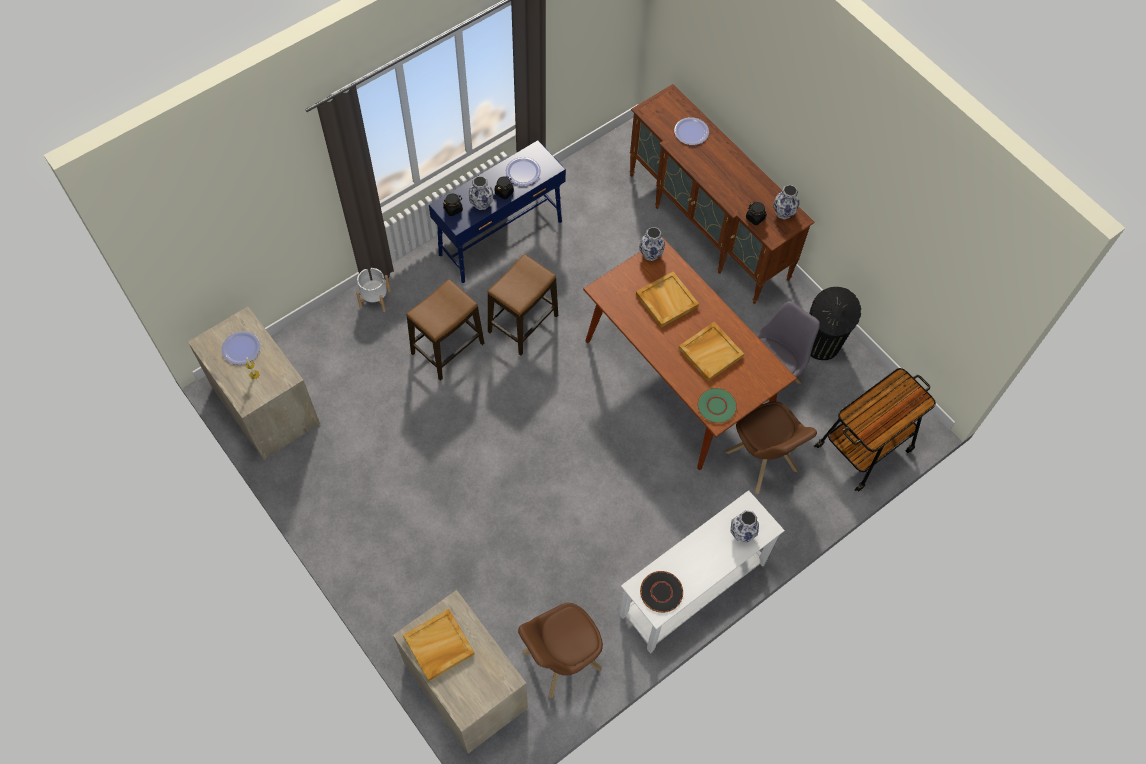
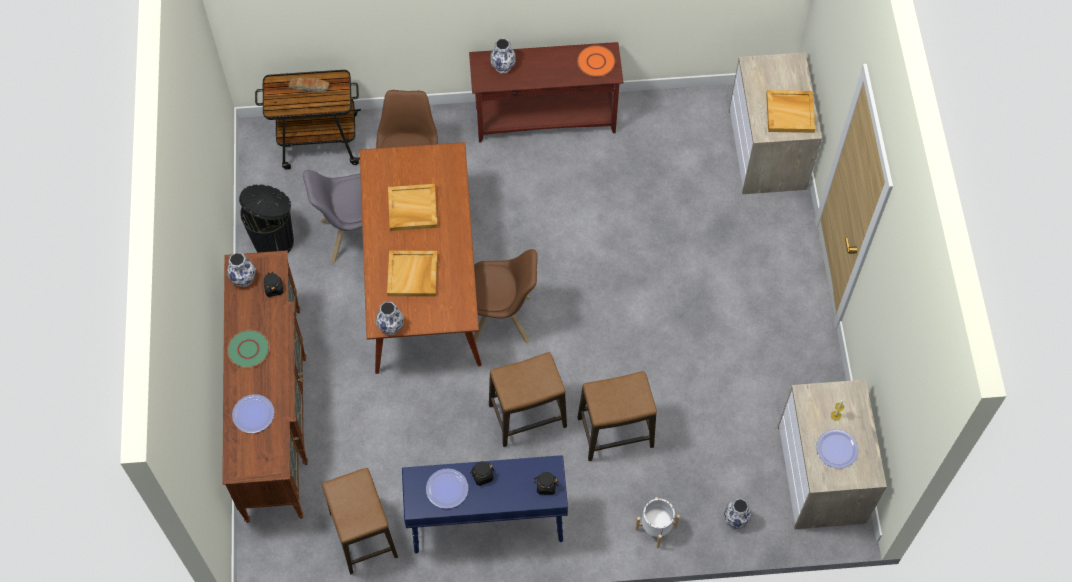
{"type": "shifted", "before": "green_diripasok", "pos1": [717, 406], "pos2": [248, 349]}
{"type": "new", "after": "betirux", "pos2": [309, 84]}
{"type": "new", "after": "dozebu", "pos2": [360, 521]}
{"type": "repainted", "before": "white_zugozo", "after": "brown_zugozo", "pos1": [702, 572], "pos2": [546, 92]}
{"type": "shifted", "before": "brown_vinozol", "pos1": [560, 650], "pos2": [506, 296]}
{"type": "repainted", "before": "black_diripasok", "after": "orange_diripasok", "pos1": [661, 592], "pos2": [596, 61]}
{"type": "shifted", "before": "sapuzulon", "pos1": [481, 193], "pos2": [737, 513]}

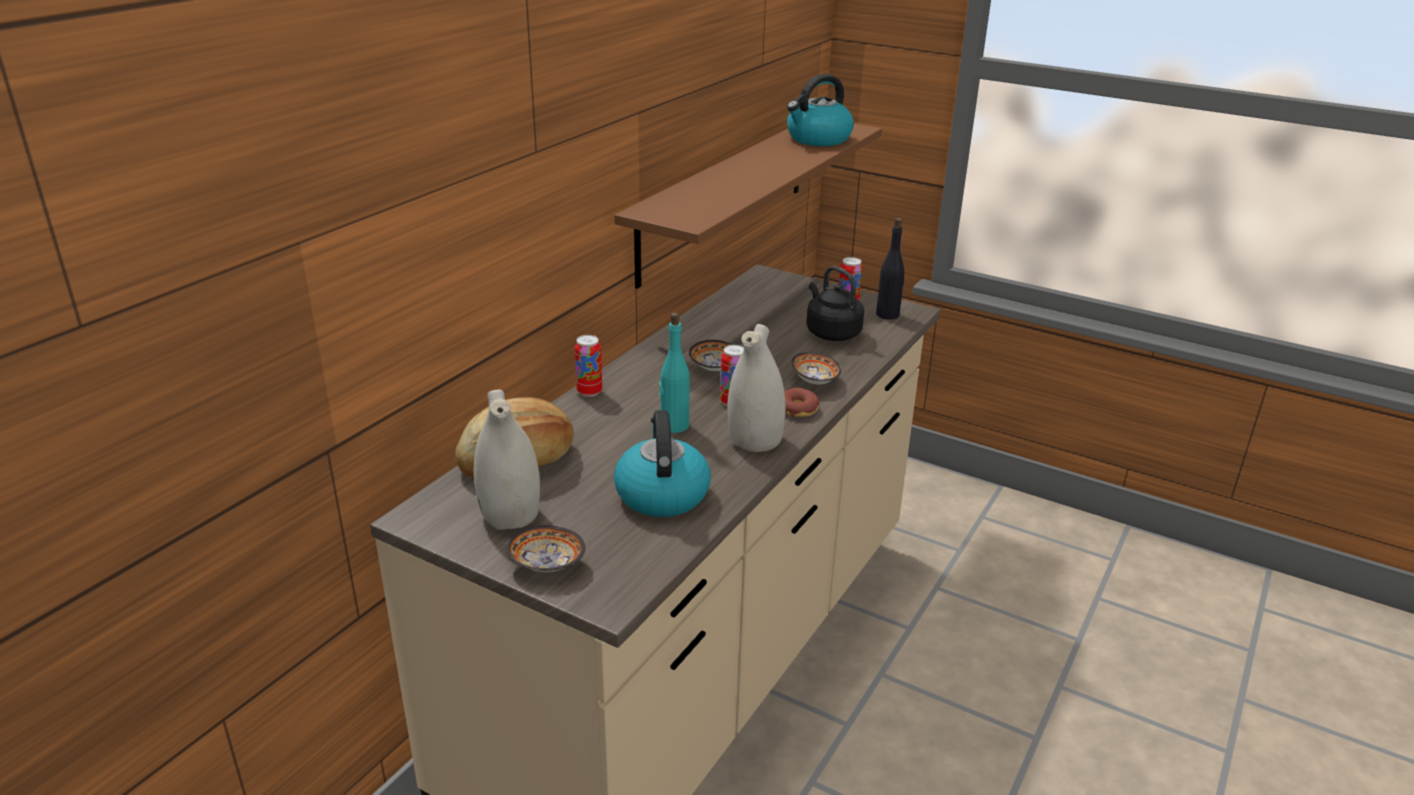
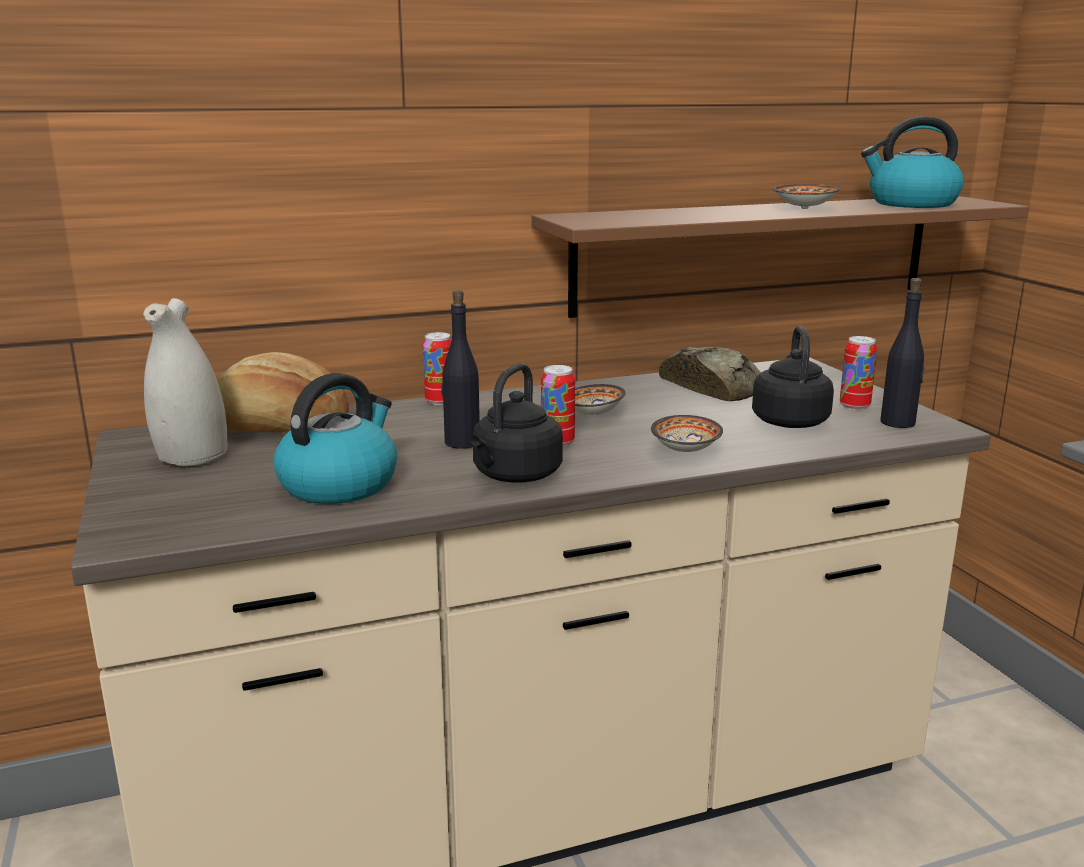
{"type": "repainted", "before": "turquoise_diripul", "after": "black_diripul", "pos1": [674, 373], "pos2": [460, 369]}
{"type": "swapped", "before": "white_sapuzulon", "after": "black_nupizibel", "pos1": [756, 388], "pos2": [516, 422]}
{"type": "new", "after": "betirux", "pos2": [710, 374]}
{"type": "shifted", "before": "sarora", "pos1": [545, 548], "pos2": [806, 196]}
{"type": "gone", "before": "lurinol", "pos1": [802, 403]}

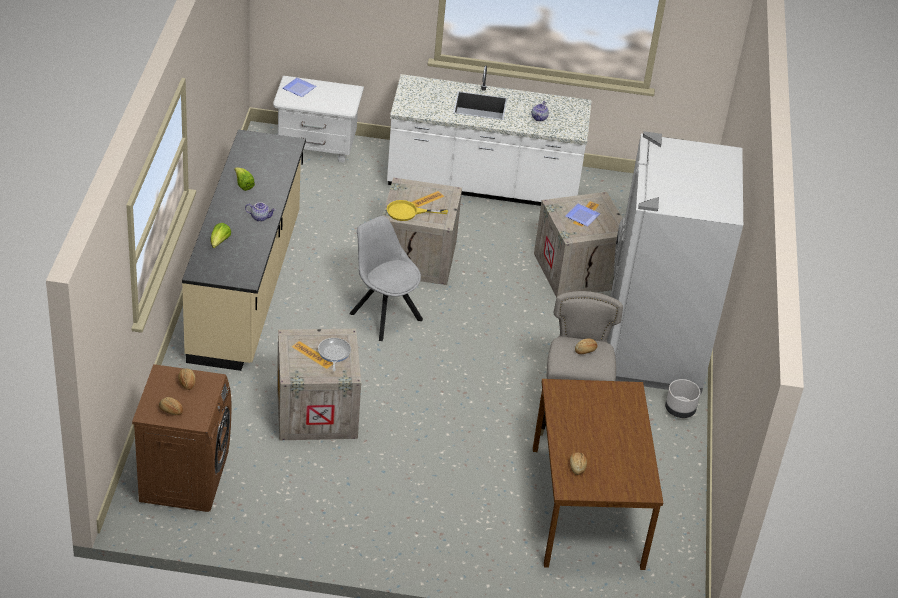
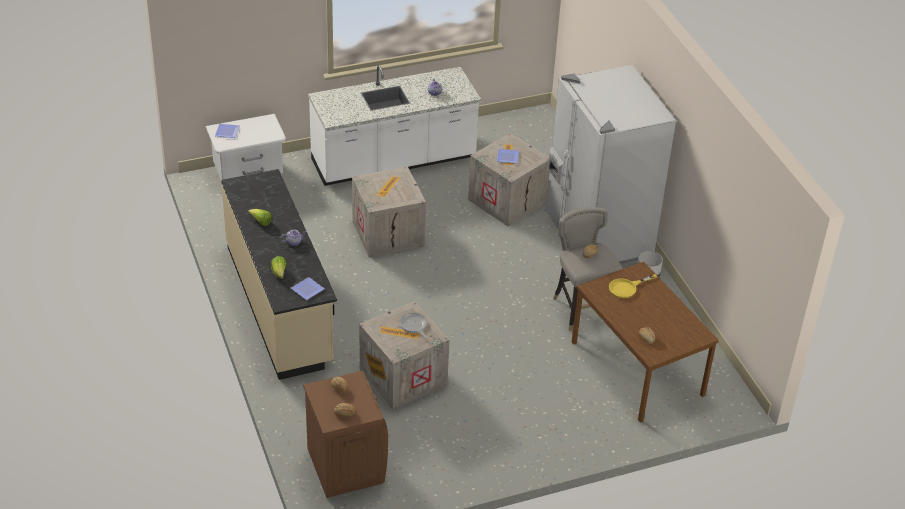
{"type": "new", "after": "diripasok", "pos2": [308, 288]}
{"type": "shifted", "before": "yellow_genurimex", "pos1": [417, 210], "pos2": [633, 286]}
{"type": "gone", "before": "grey_vinozol", "pos1": [386, 278]}

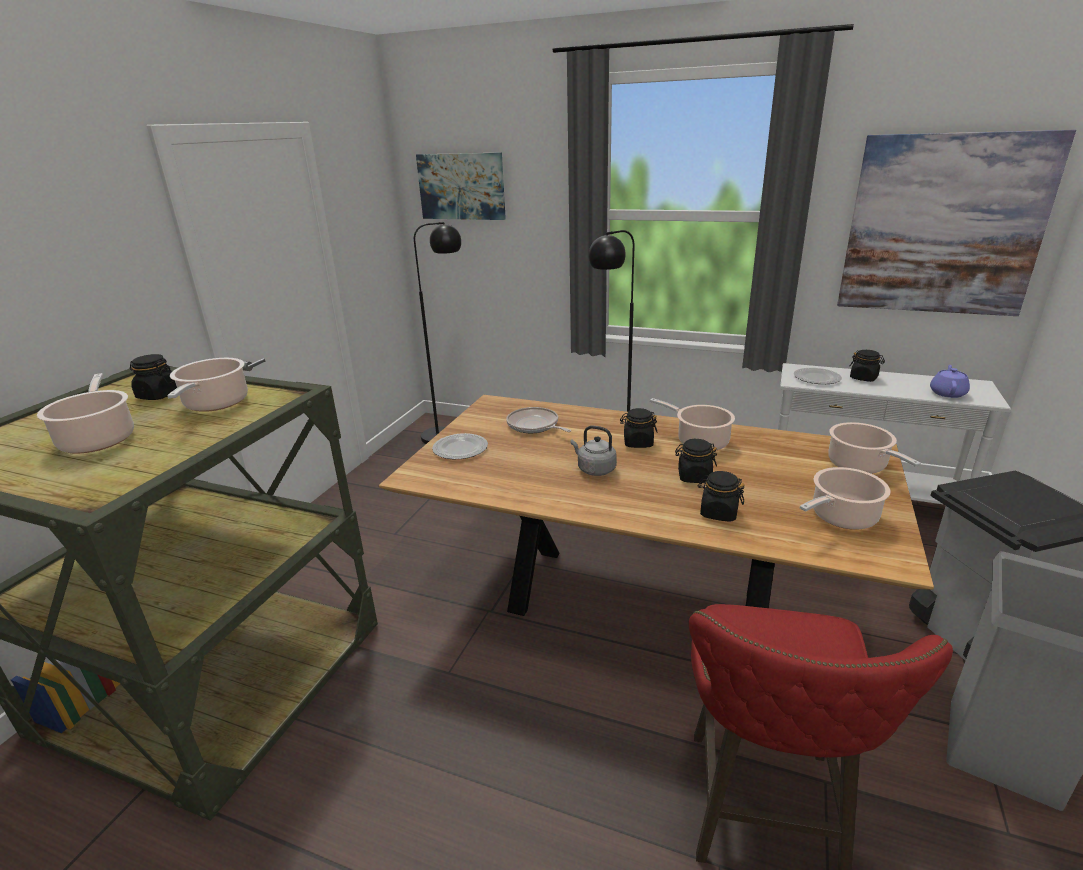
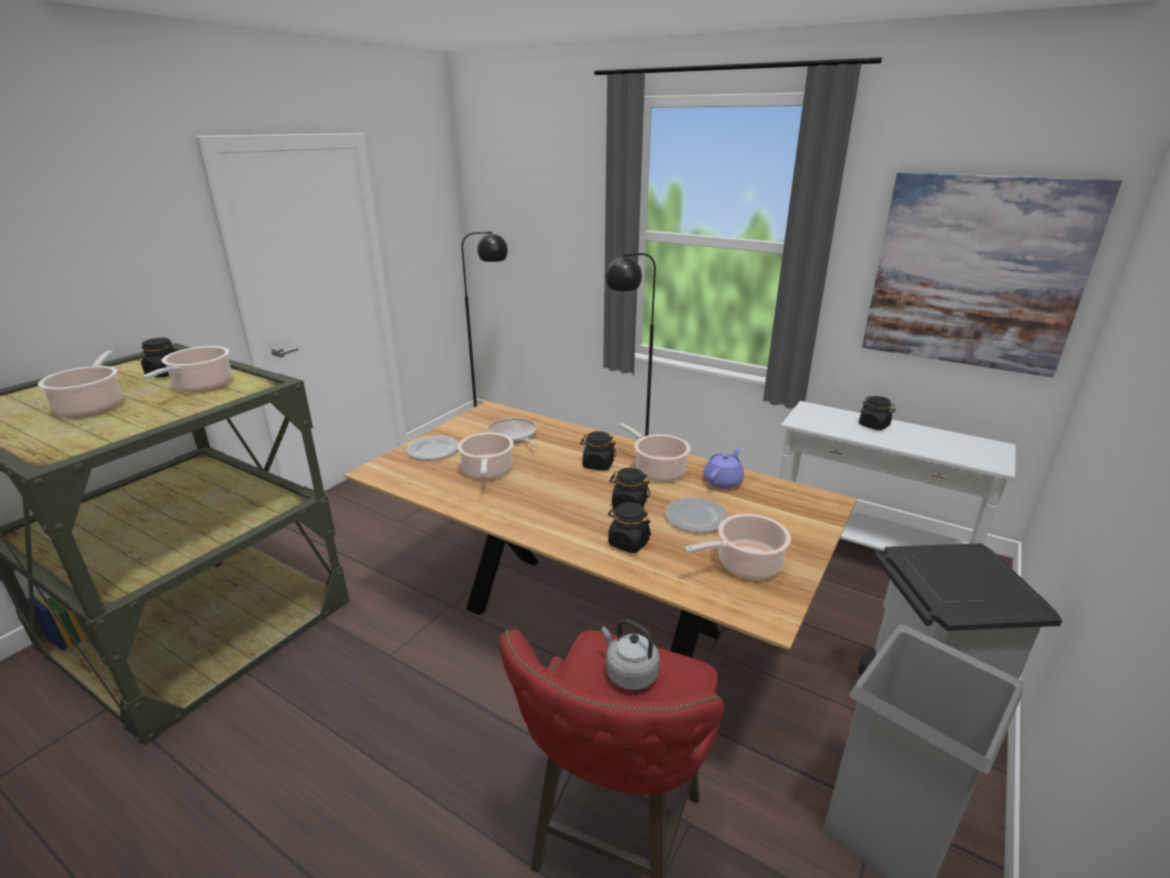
{"type": "shifted", "before": "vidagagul", "pos1": [874, 448], "pos2": [486, 456]}
{"type": "shifted", "before": "grey_nupizibel", "pos1": [594, 451], "pos2": [630, 654]}
{"type": "shifted", "before": "diripasok", "pos1": [817, 376], "pos2": [696, 515]}
{"type": "shifted", "before": "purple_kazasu", "pos1": [950, 381], "pos2": [723, 468]}
{"type": "gone", "before": "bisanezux", "pos1": [461, 186]}

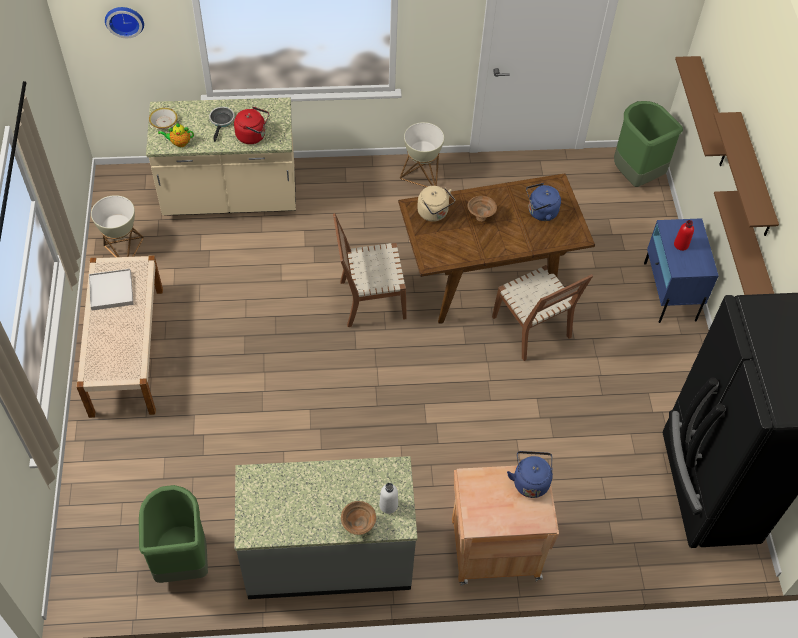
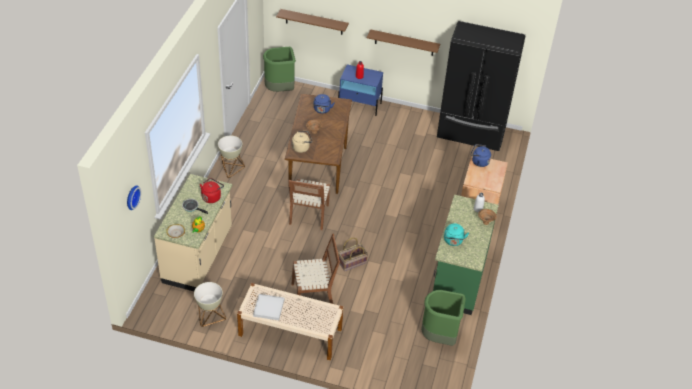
{"type": "shifted", "before": "vinozol", "pos1": [542, 313], "pos2": [315, 271]}
{"type": "new", "after": "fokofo", "pos2": [353, 254]}
{"type": "repainted", "before": "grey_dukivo", "after": "green_dukivo", "pos1": [326, 527], "pos2": [465, 255]}
{"type": "new", "after": "turquoise_nupizibel", "pos2": [456, 234]}
{"type": "gone", "before": "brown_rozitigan", "pos1": [746, 174]}

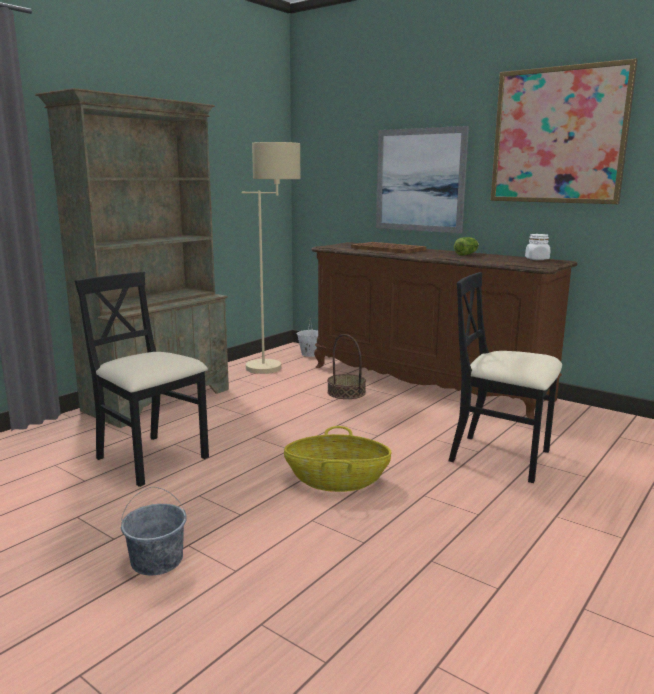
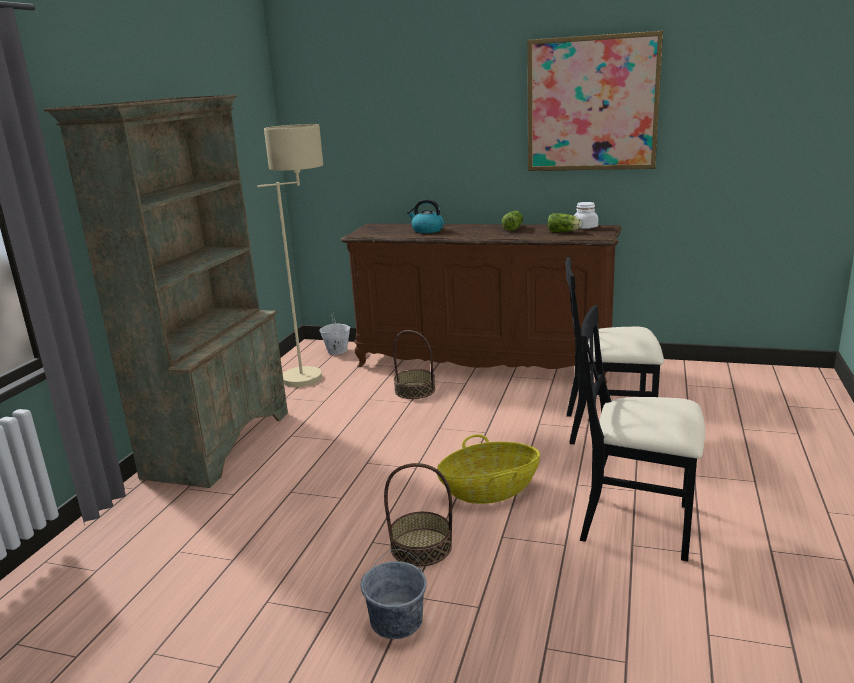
{"type": "new", "after": "fokofo", "pos2": [418, 515]}
{"type": "swapped", "before": "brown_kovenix", "after": "nupizibel", "pos1": [388, 248], "pos2": [425, 216]}
{"type": "new", "after": "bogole", "pos2": [564, 222]}
{"type": "shifted", "before": "black_vinozol", "pos1": [142, 379], "pos2": [642, 433]}
{"type": "gone", "before": "bisanezux", "pos1": [422, 179]}

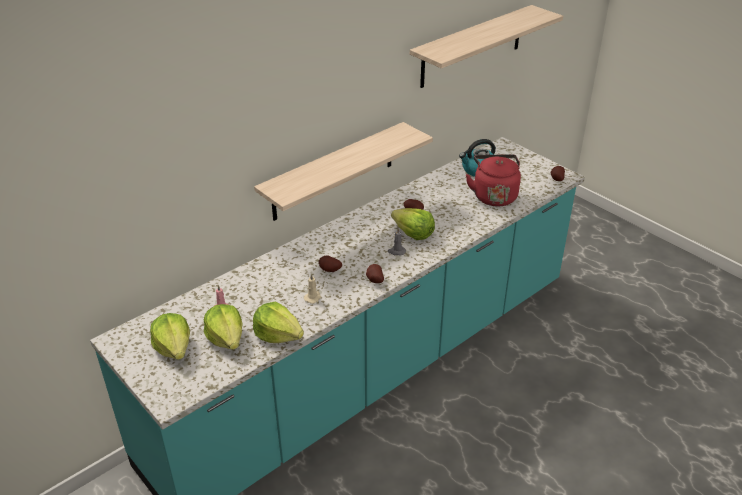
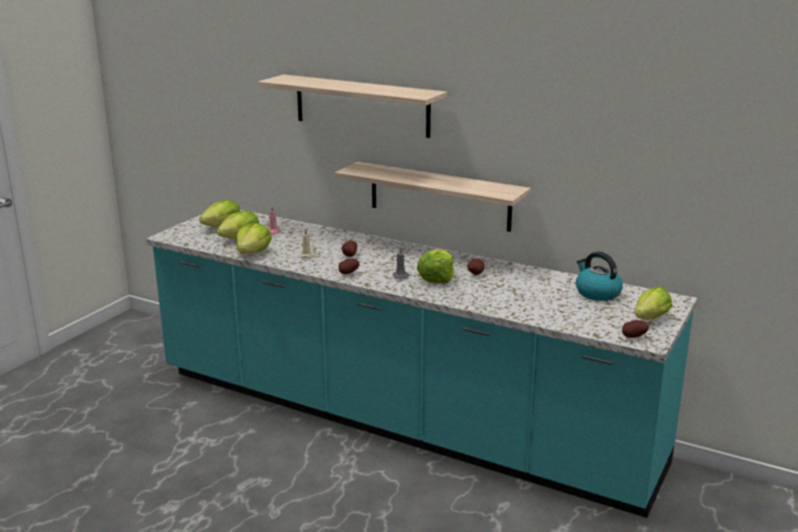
{"type": "shifted", "before": "rozitigan", "pos1": [486, 46], "pos2": [352, 106]}
{"type": "new", "after": "bogole", "pos2": [653, 303]}
{"type": "gone", "before": "red_nupizibel", "pos1": [493, 180]}

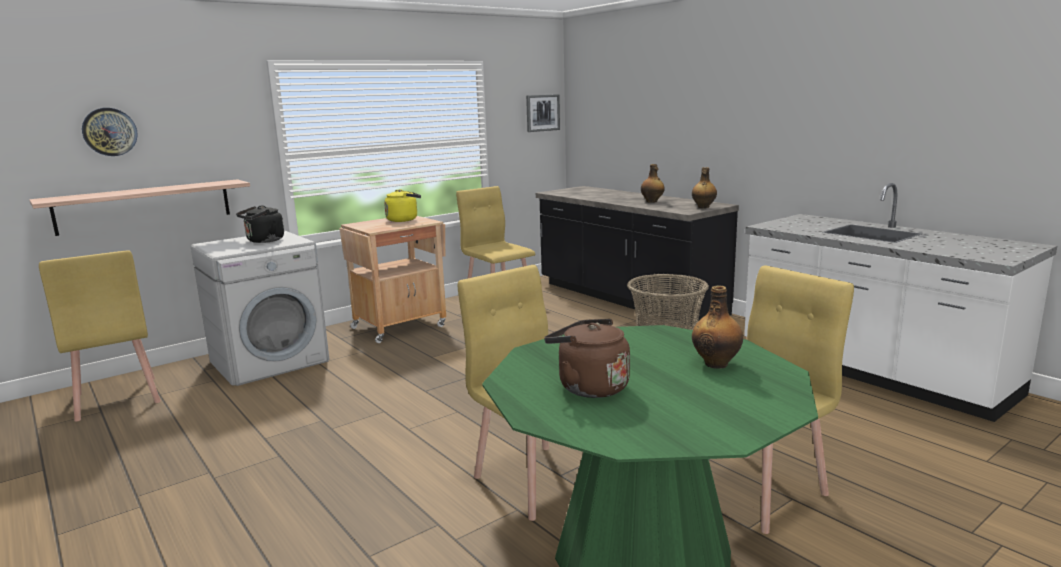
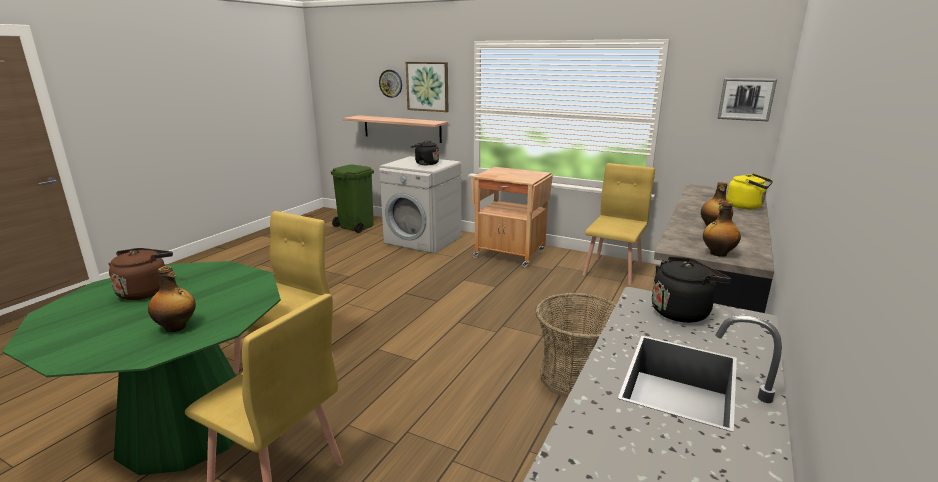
{"type": "swapped", "before": "yellow_vinozol", "after": "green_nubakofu", "pos1": [100, 336], "pos2": [352, 199]}
{"type": "new", "after": "bisanezux", "pos2": [427, 87]}
{"type": "new", "after": "black_nupizibel", "pos2": [691, 289]}
{"type": "shifted", "before": "yellow_nupizibel", "pos1": [402, 205], "pos2": [750, 191]}

